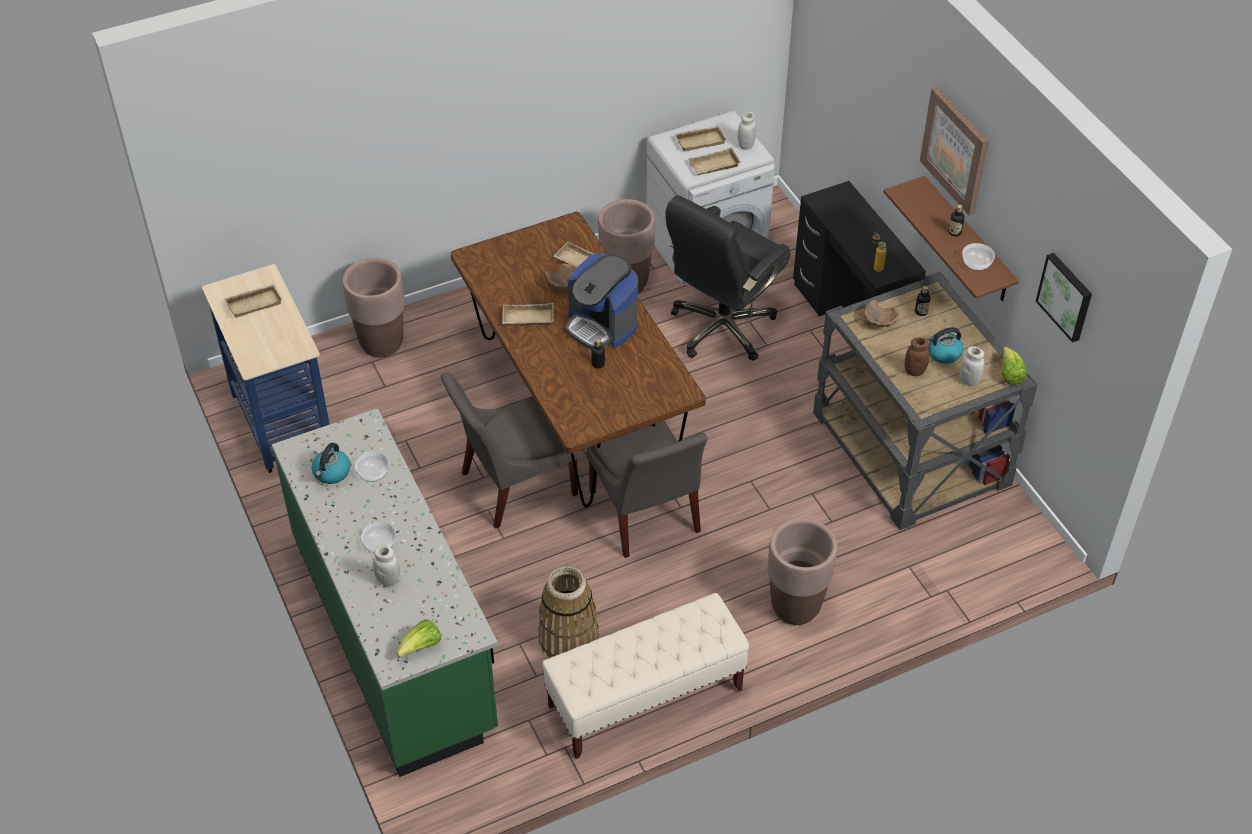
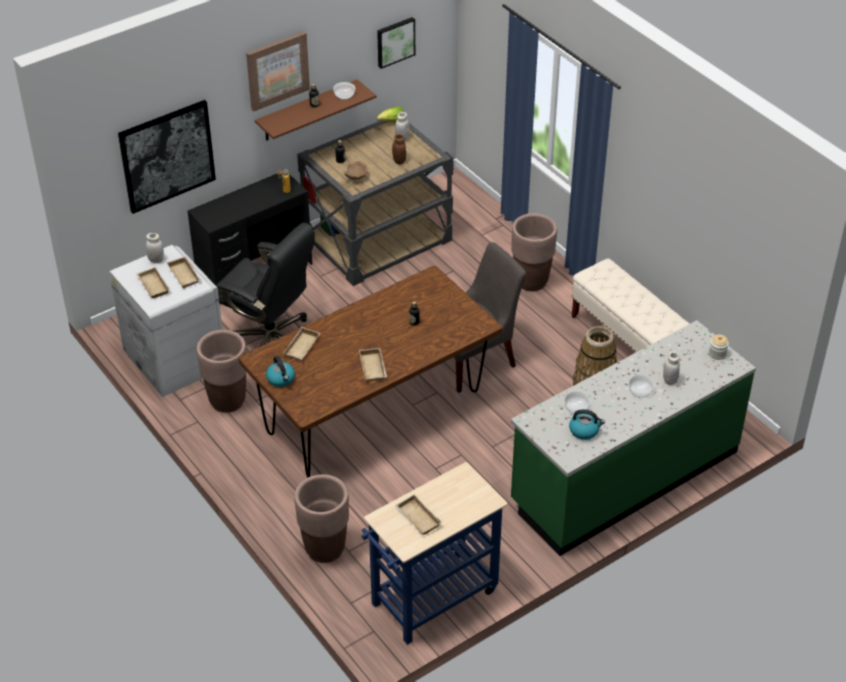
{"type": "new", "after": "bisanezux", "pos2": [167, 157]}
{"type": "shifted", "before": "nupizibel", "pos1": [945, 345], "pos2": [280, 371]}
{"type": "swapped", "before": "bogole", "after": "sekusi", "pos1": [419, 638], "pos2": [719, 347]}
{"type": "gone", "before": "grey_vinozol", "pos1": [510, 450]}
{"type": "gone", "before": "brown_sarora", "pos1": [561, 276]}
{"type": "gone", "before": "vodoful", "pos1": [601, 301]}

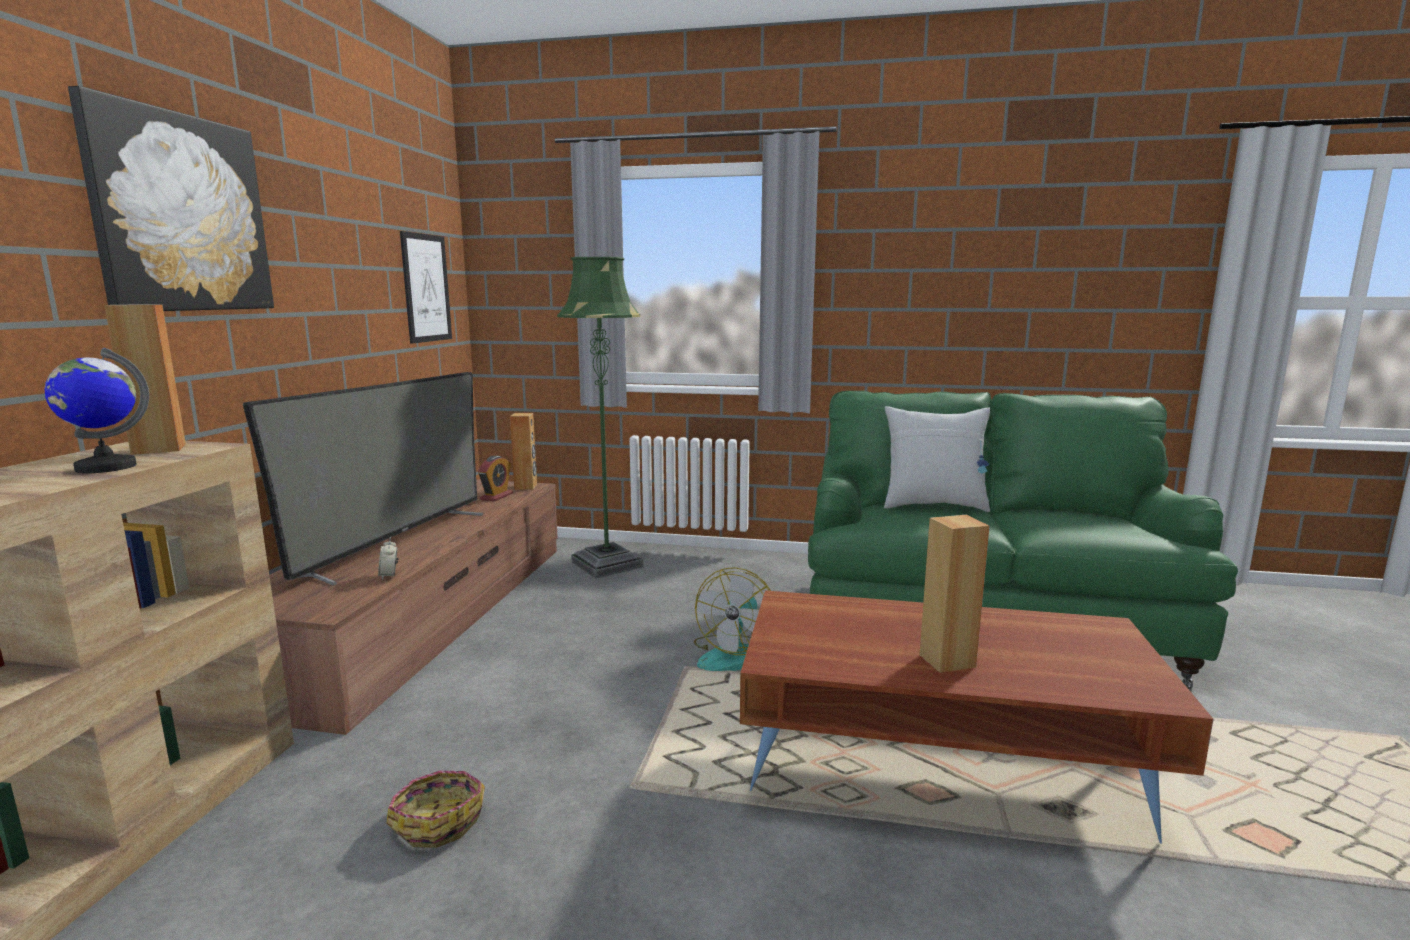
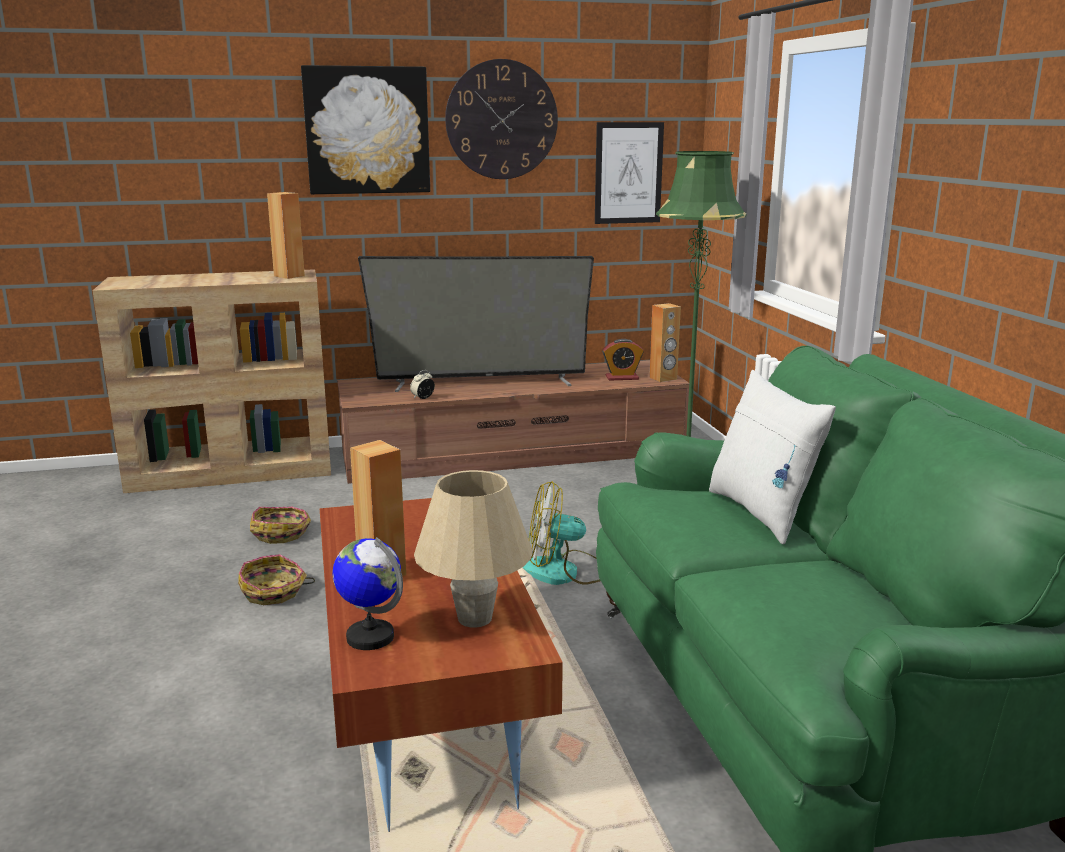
{"type": "new", "after": "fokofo", "pos2": [276, 579]}
{"type": "shifted", "before": "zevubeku", "pos1": [97, 410], "pos2": [368, 593]}
{"type": "new", "after": "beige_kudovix", "pos2": [473, 549]}
{"type": "new", "after": "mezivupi", "pos2": [501, 119]}

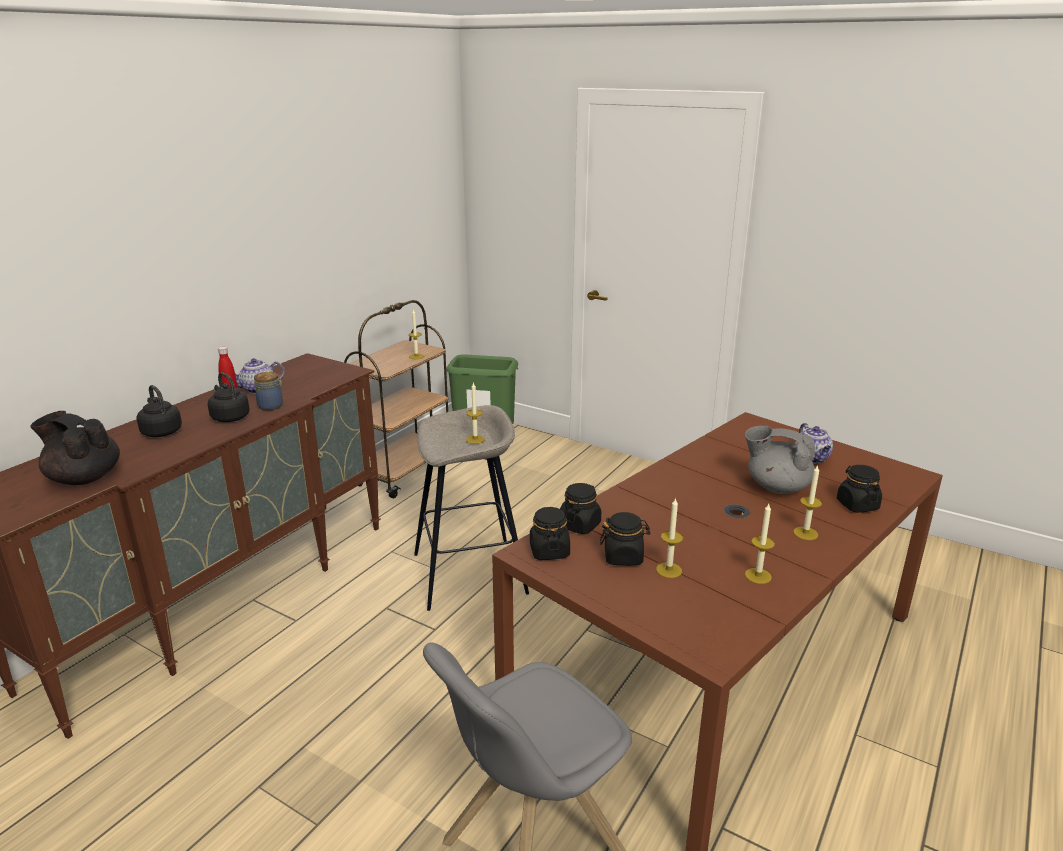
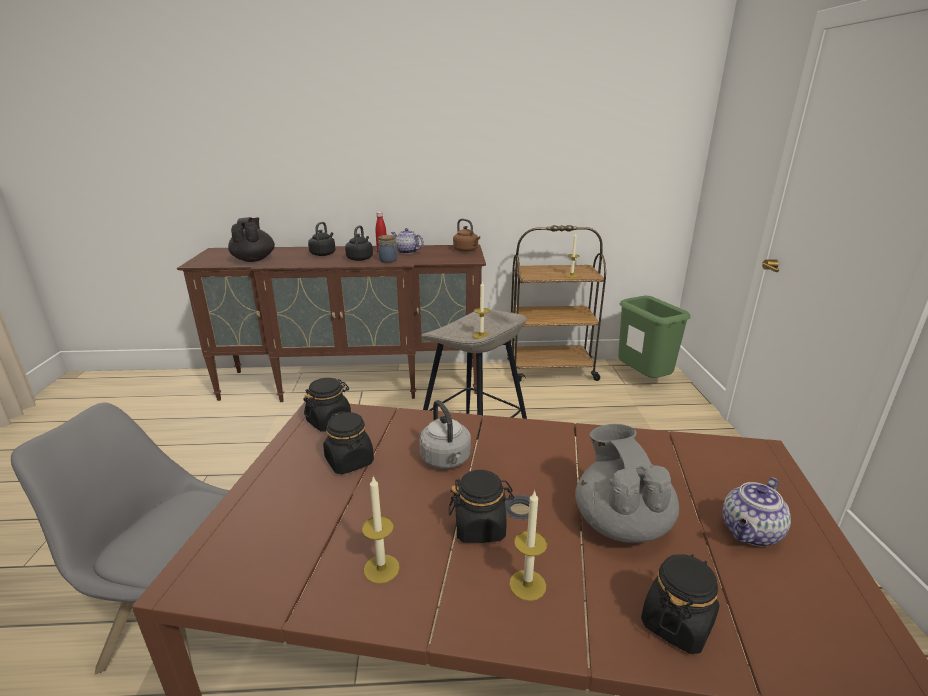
{"type": "new", "after": "grey_nupizibel", "pos2": [445, 434]}
{"type": "shifted", "before": "black_sekusi", "pos1": [580, 508], "pos2": [481, 506]}
{"type": "new", "after": "brown_nupizibel", "pos2": [466, 235]}
{"type": "gone", "before": "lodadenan", "pos1": [669, 537]}

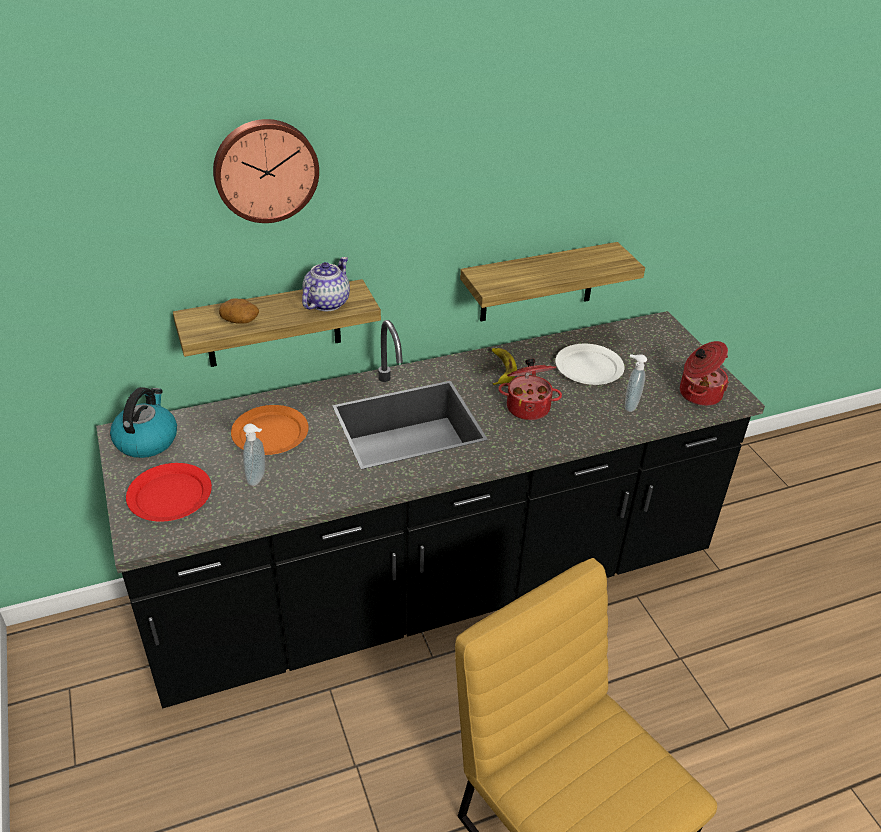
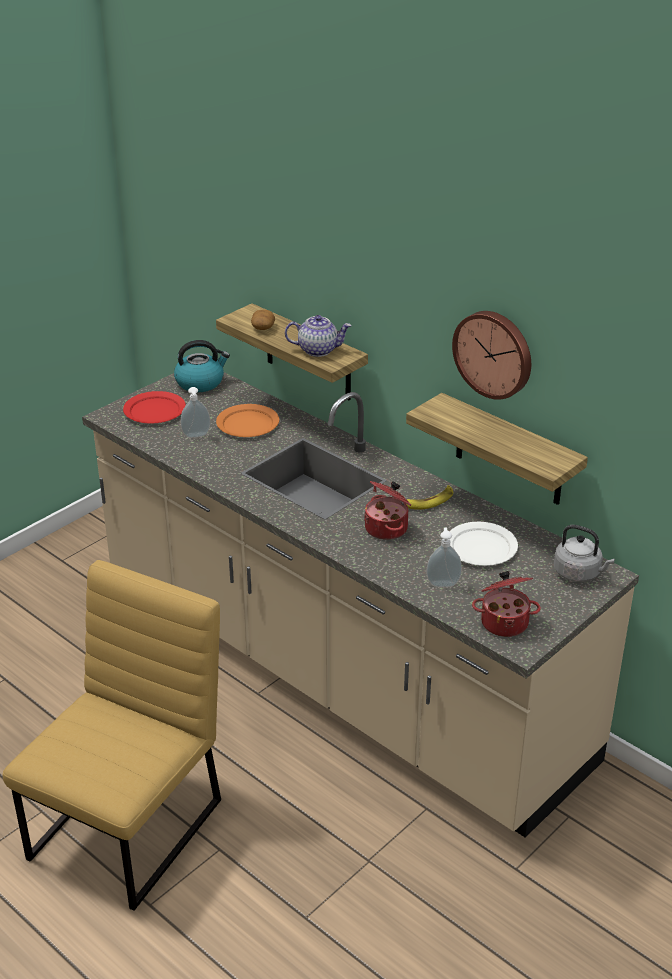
{"type": "repainted", "before": "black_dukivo", "after": "beige_dukivo", "pos1": [430, 509], "pos2": [360, 605]}
{"type": "shifted", "before": "mezivupi", "pos1": [266, 171], "pos2": [491, 355]}
{"type": "new", "after": "grey_nupizibel", "pos2": [584, 553]}

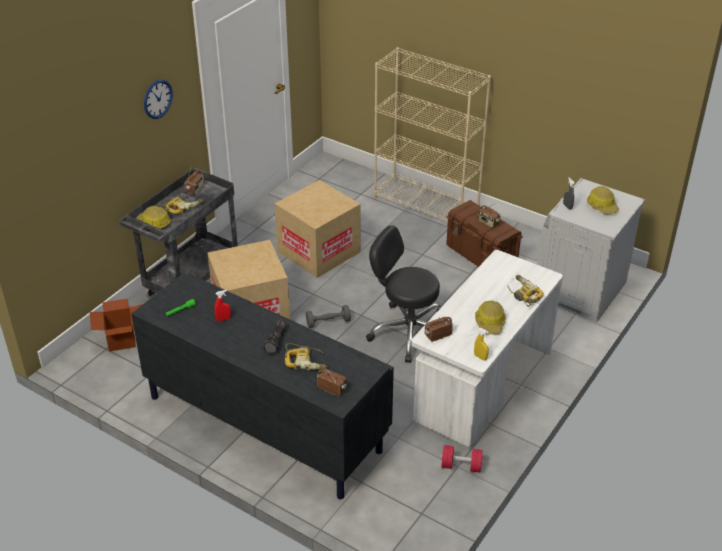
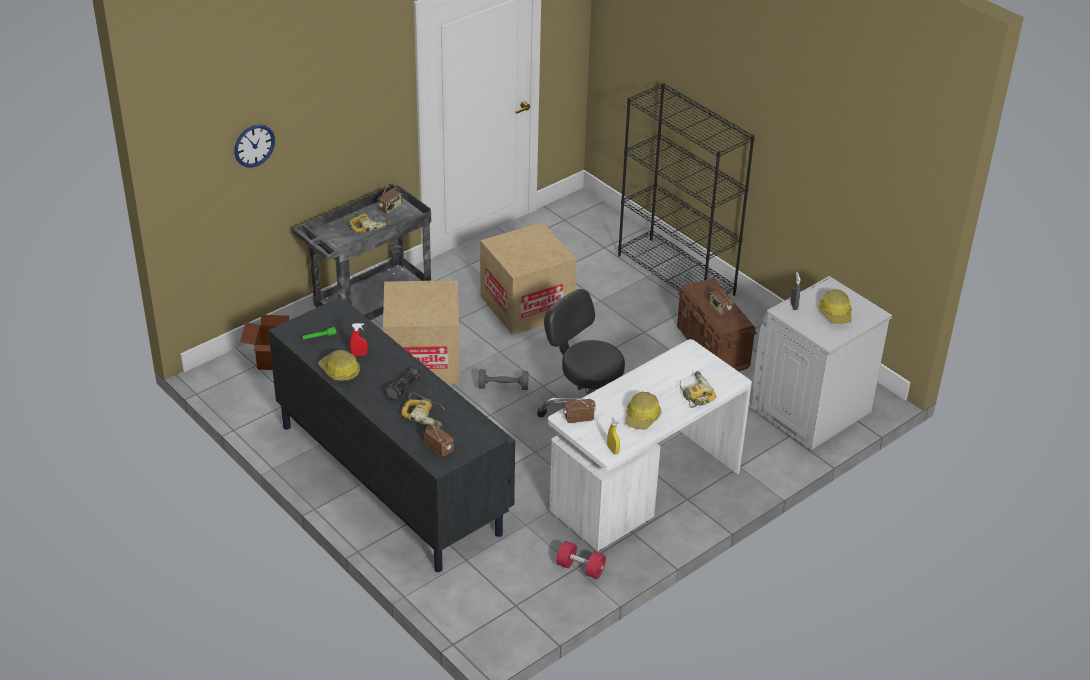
{"type": "shifted", "before": "mezivupi", "pos1": [158, 99], "pos2": [254, 146]}
{"type": "shifted", "before": "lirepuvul", "pos1": [153, 217], "pos2": [339, 365]}
{"type": "repainted", "before": "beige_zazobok", "after": "black_zazobok", "pos1": [432, 134], "pos2": [686, 189]}

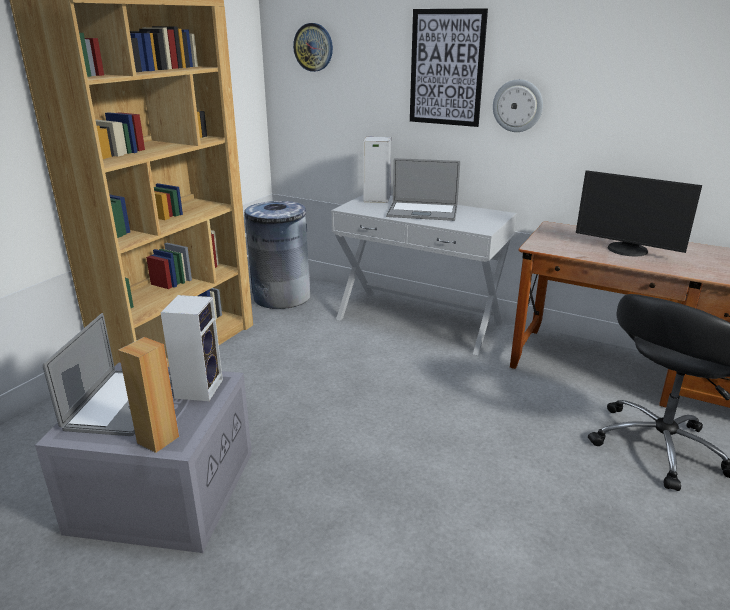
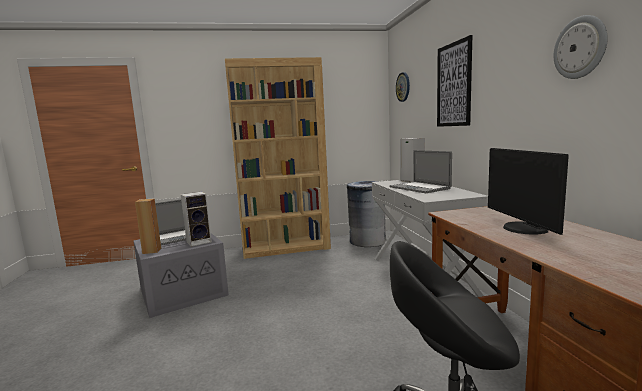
{"type": "shifted", "before": "mezivupi", "pos1": [518, 105], "pos2": [581, 47]}

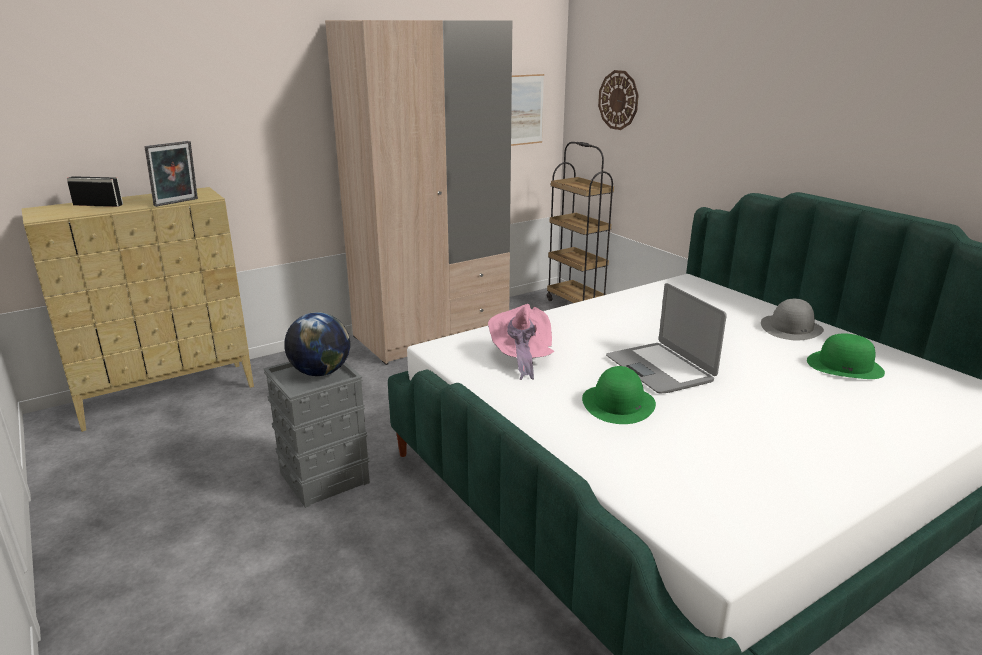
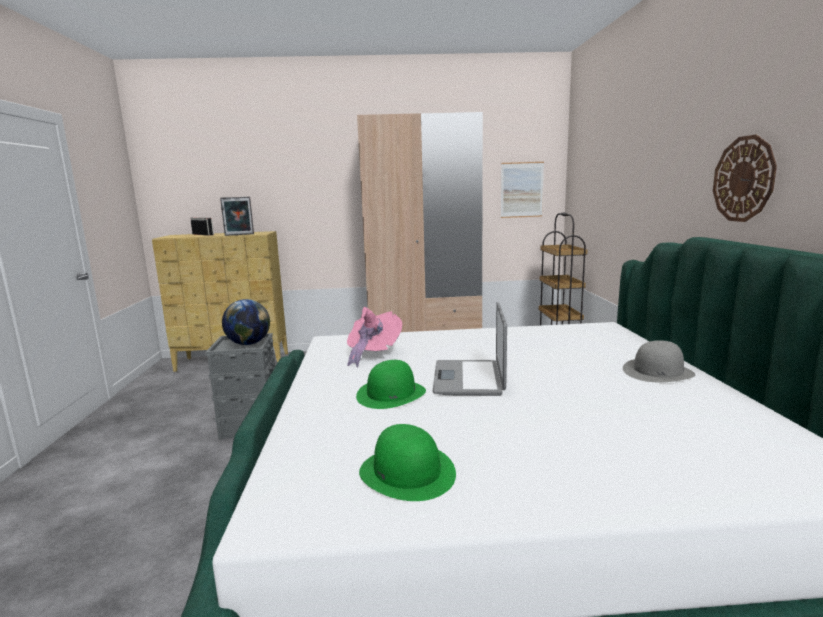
{"type": "shifted", "before": "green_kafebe", "pos1": [846, 356], "pos2": [407, 462]}
{"type": "shifted", "before": "mezivupi", "pos1": [618, 100], "pos2": [745, 178]}

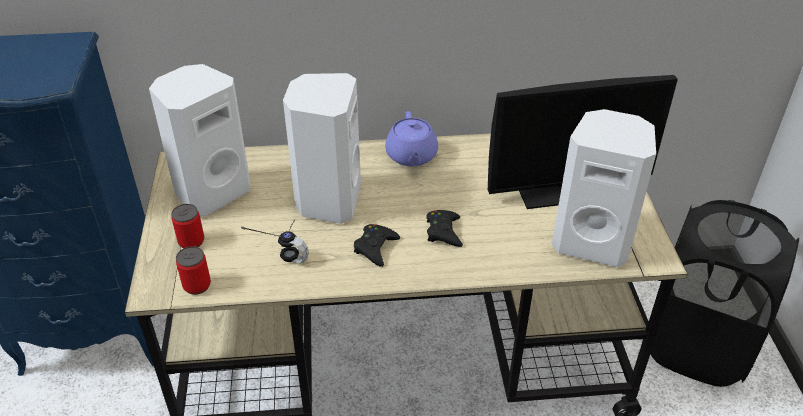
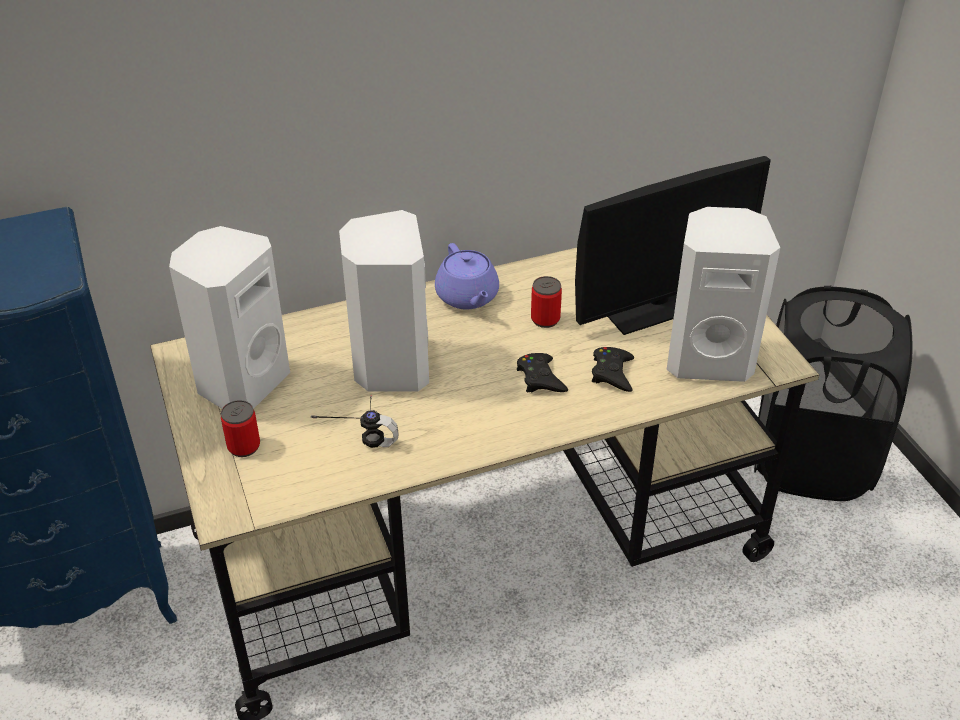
{"type": "shifted", "before": "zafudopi", "pos1": [193, 270], "pos2": [546, 302]}
{"type": "shifted", "before": "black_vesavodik", "pos1": [377, 245], "pos2": [613, 369]}

